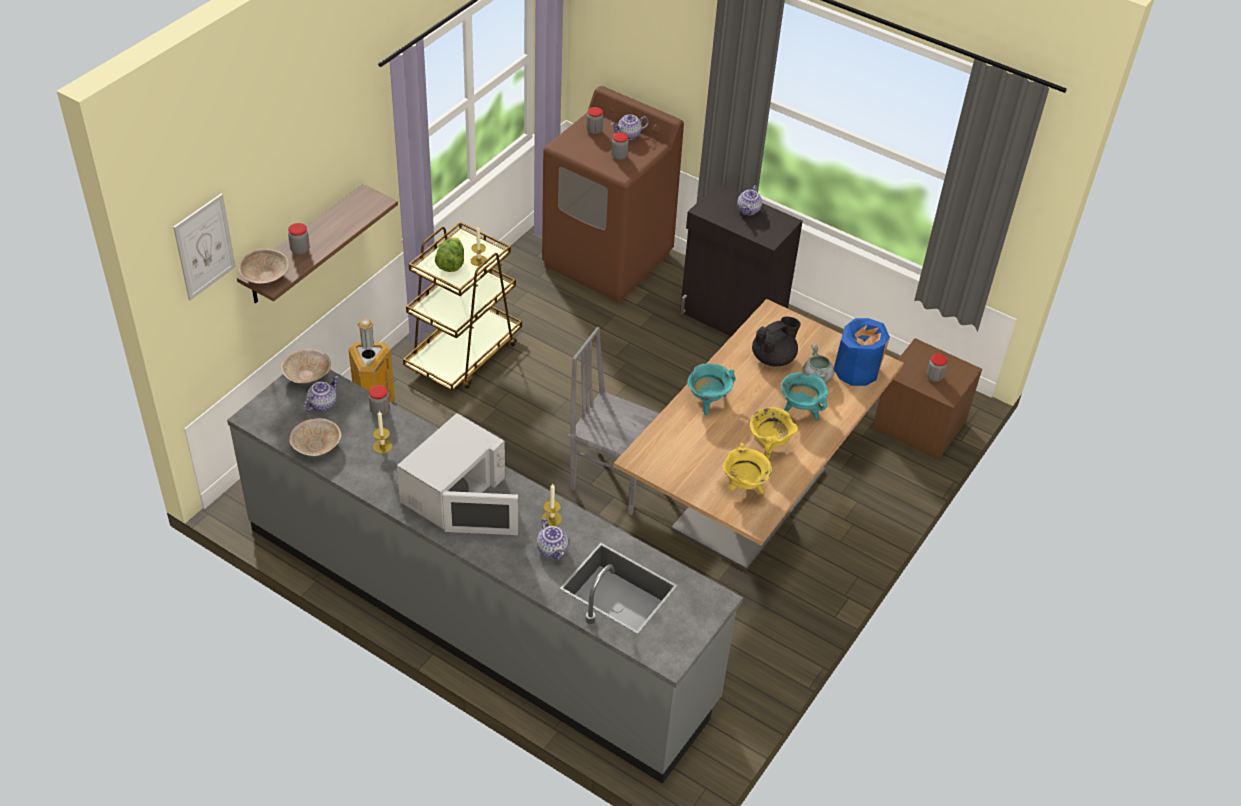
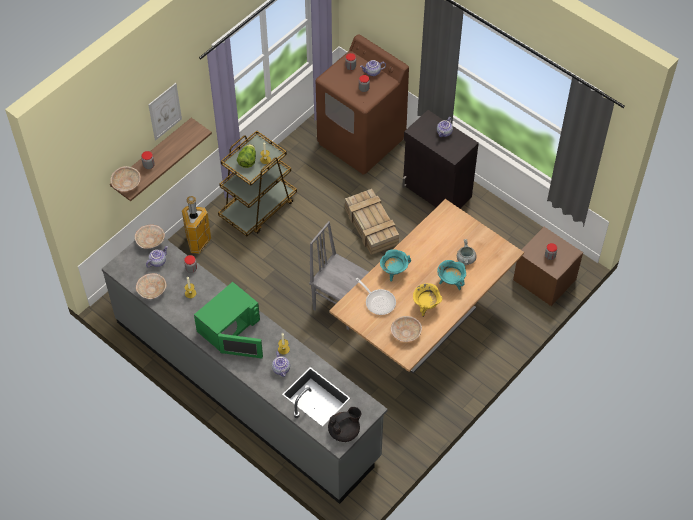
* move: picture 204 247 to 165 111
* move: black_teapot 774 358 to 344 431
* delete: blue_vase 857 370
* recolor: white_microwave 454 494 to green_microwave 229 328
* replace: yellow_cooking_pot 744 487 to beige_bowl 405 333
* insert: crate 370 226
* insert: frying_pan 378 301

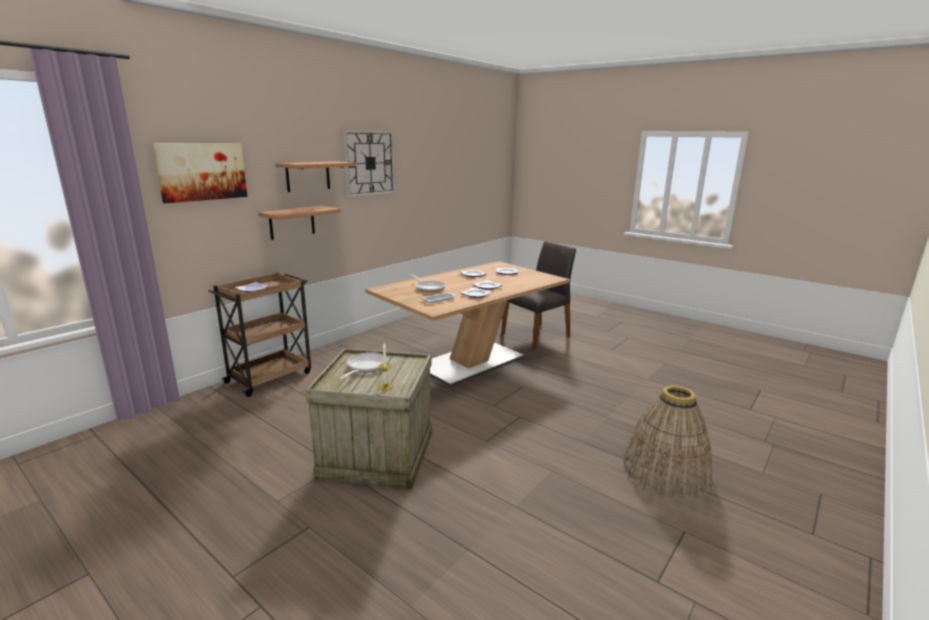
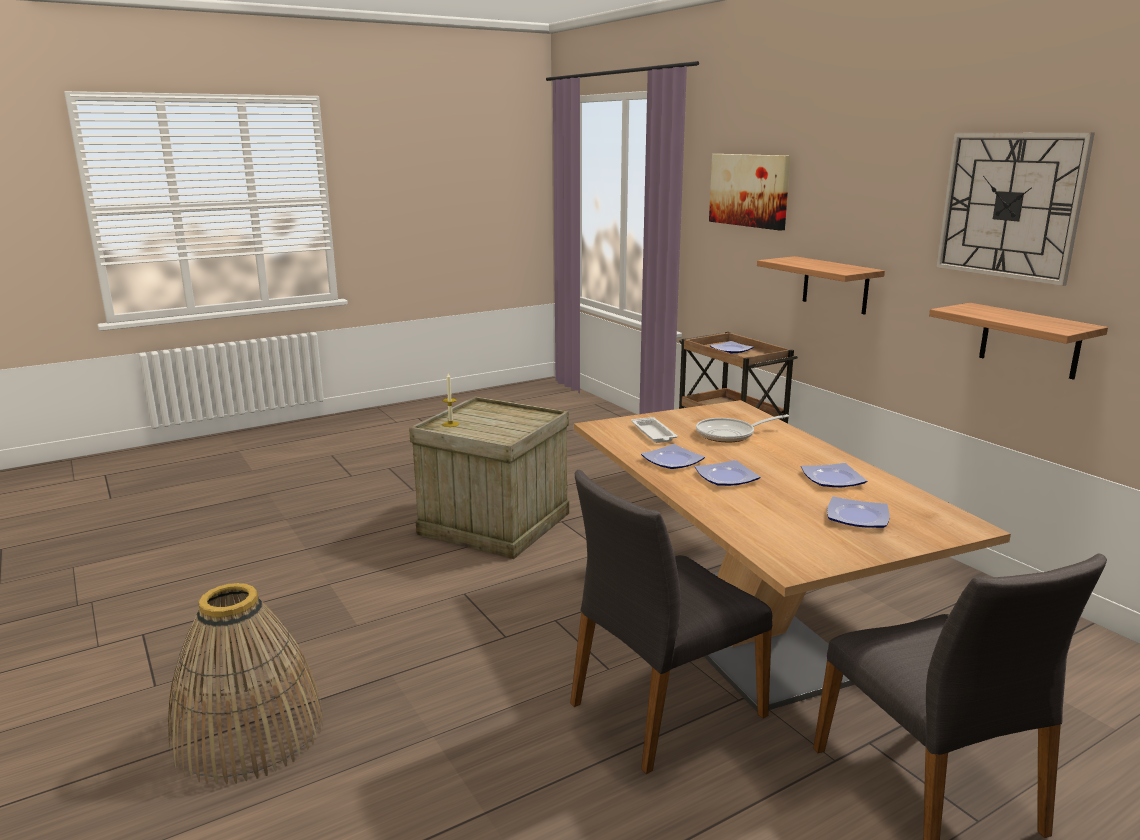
* move: shelf 308 176 to 1029 341
* delete: frying_pan 365 367
* insert: grey_chair 663 708

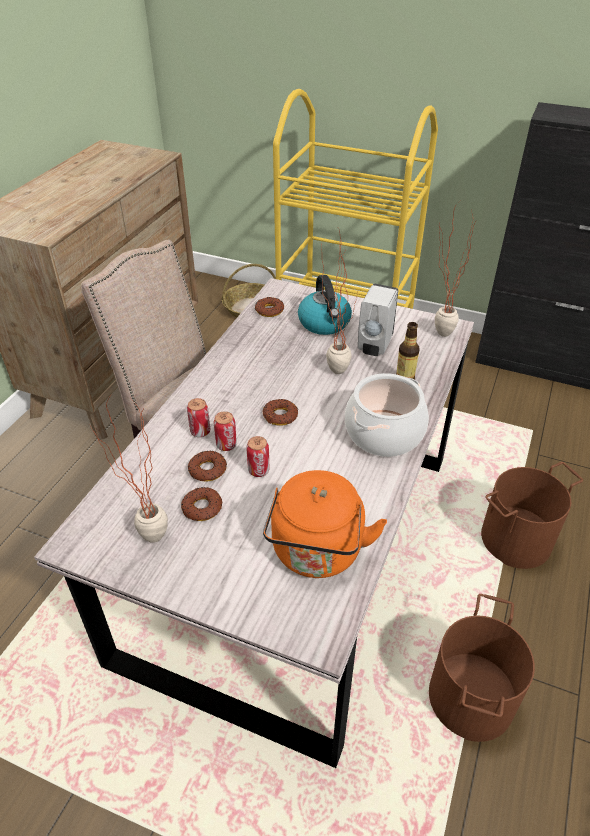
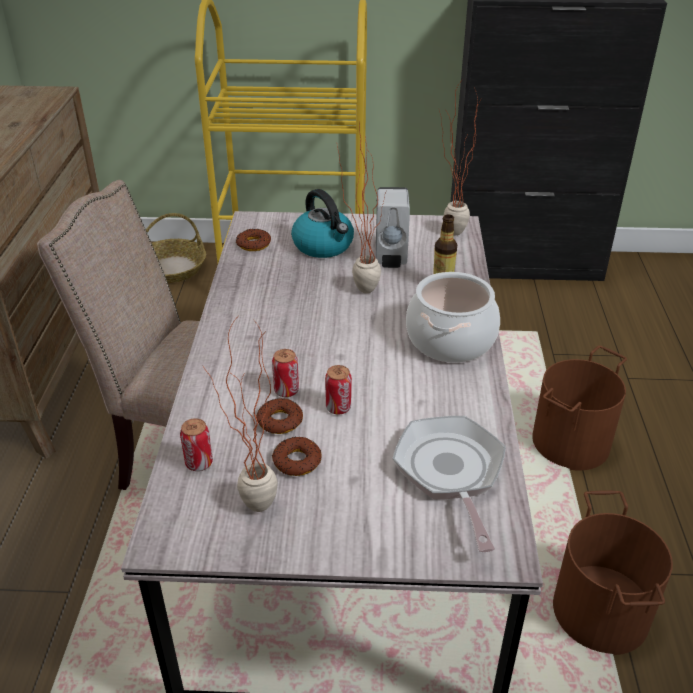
* move: can 200 431 to 199 463
* delete: donut 280 416
* replace: orange_kettle 317 554 to frying_pan 450 473

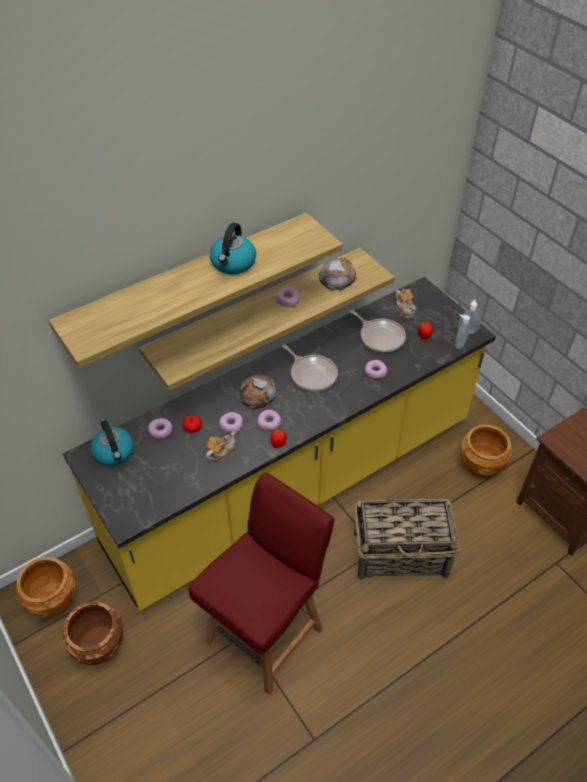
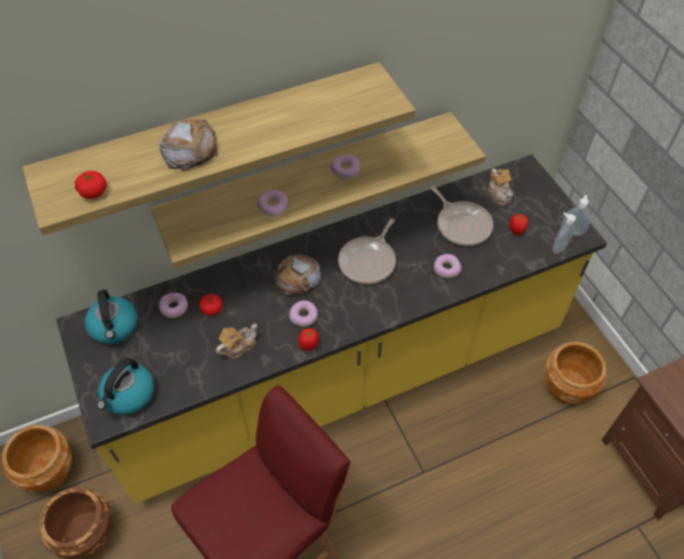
* move: kettle 233 263 to 128 395
* move: bread 337 277 to 190 149
* rotate: frying_pan 312 374 = 368 261 60 degrees clockwise
* move: donut 231 425 to 272 207
* delete: basket 401 554
* insert: tomato 93 192

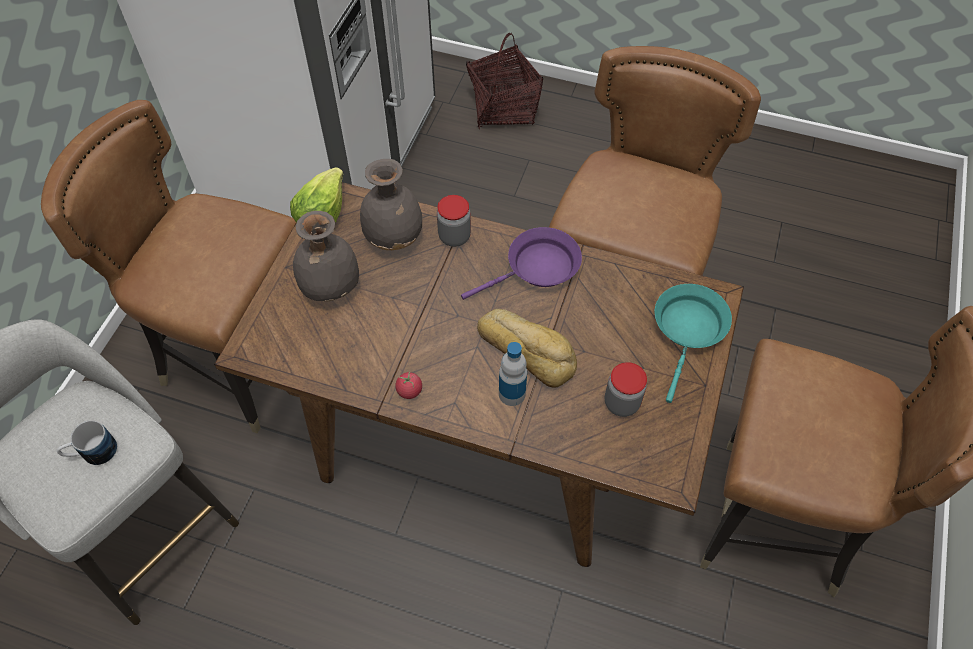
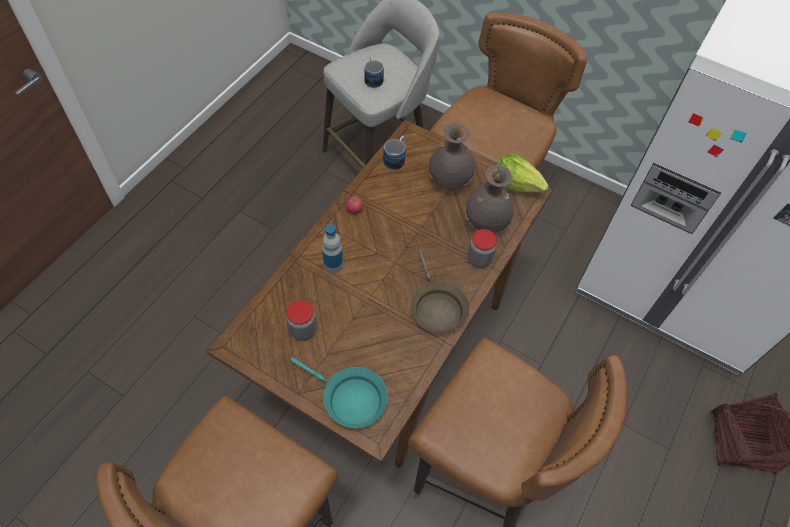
* recolor: purple_frying_pan 537 268 to brown_frying_pan 436 307
* delete: bread 527 349
* insert: mug 396 158

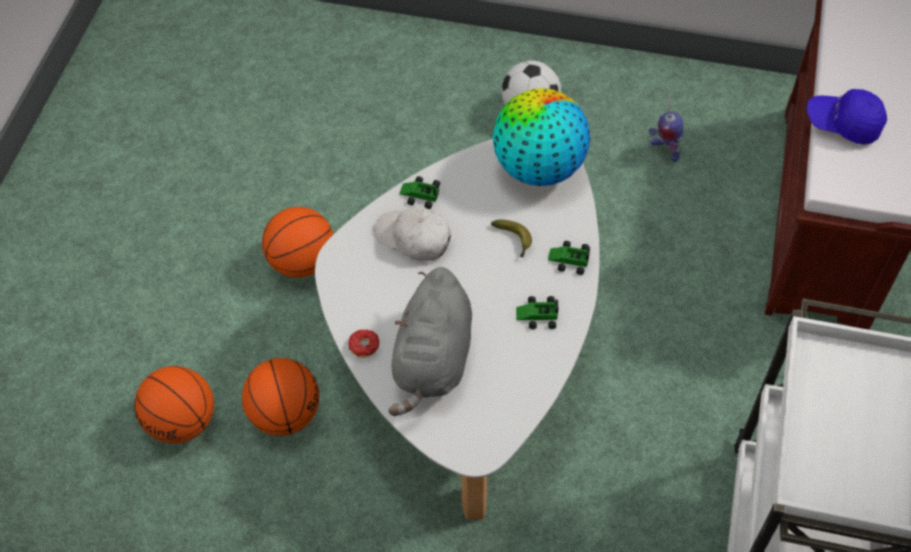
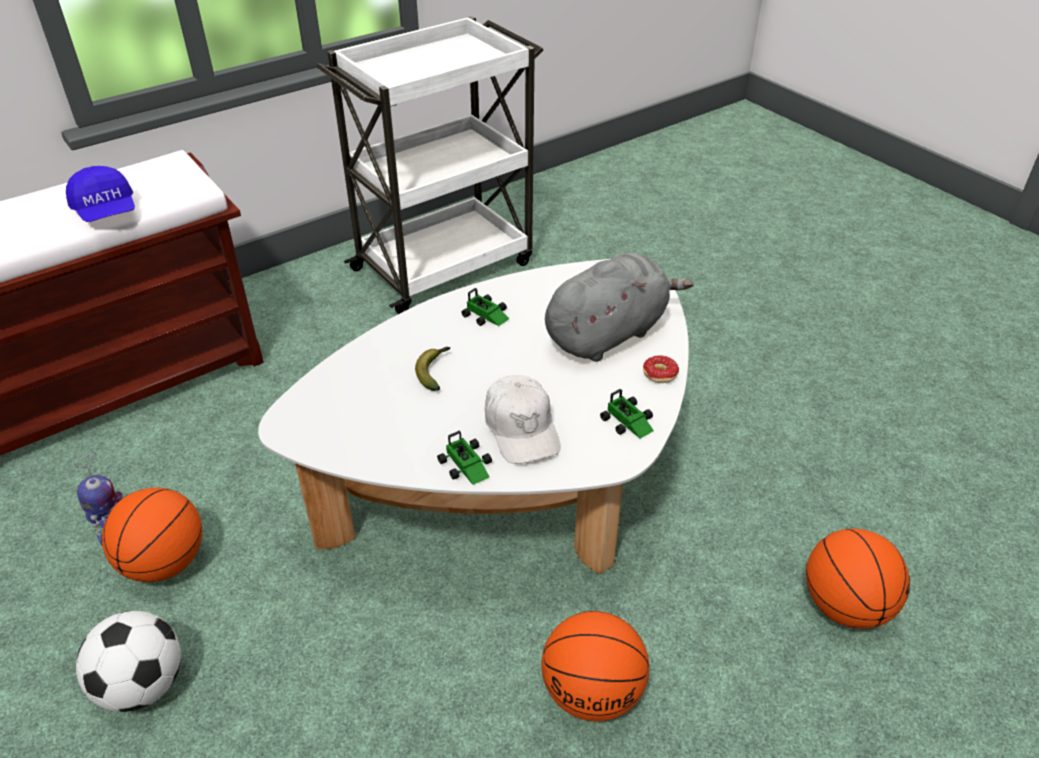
* delete: globe 538 168
* move: toy_car 568 258 to 630 422
* move: basketball 285 413 to 164 563

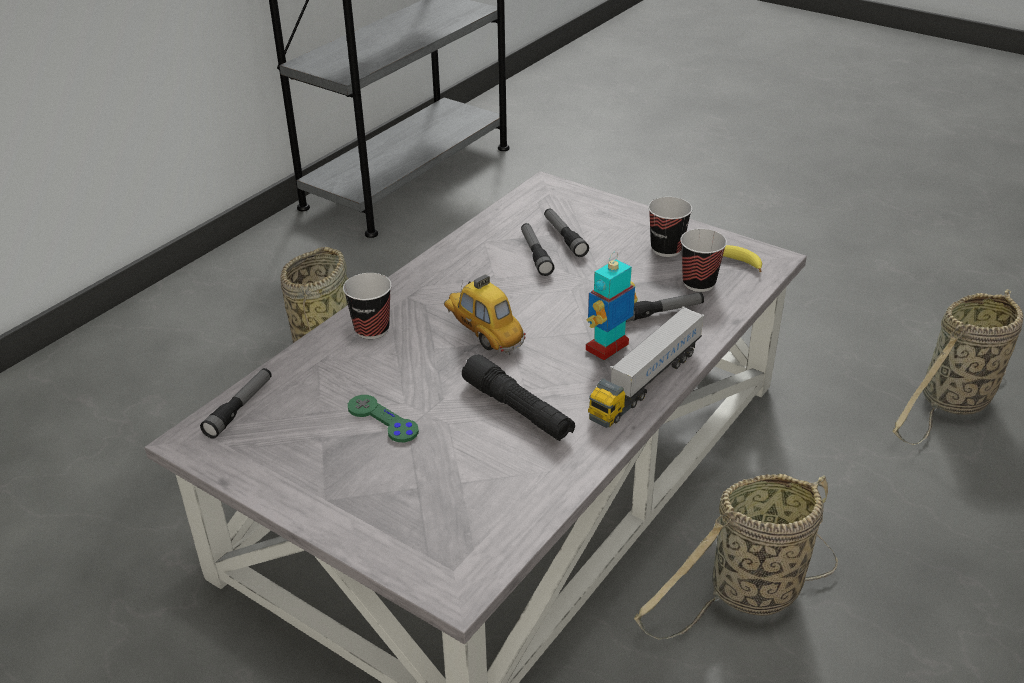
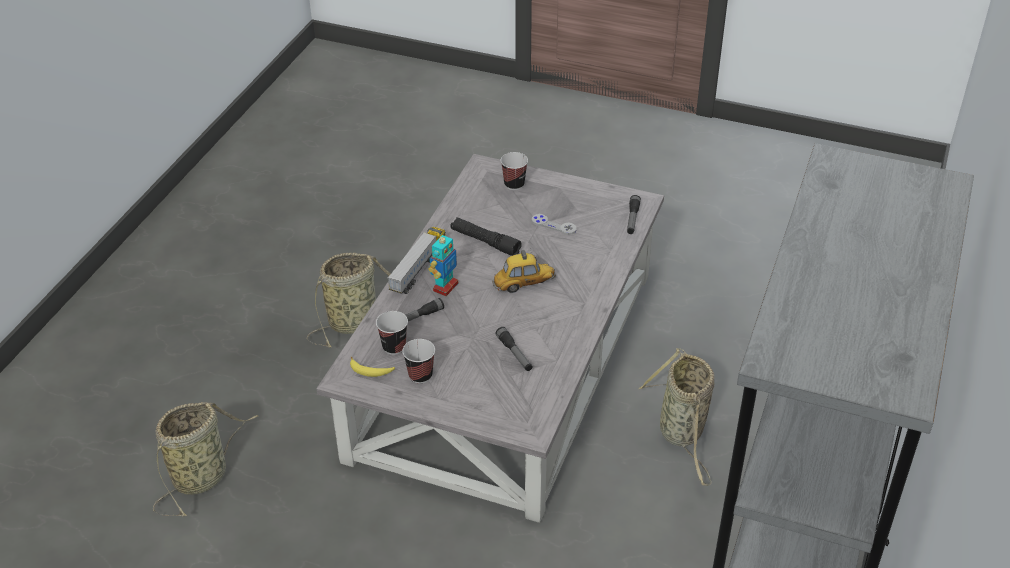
* delete: flashlight 564 237
* move: cup 372 329 to 514 184
* rotate: toy_car 483 333 = 524 284 45 degrees counterclockwise
* recolor: green_game_controller 382 420 to grey_game_controller 554 225

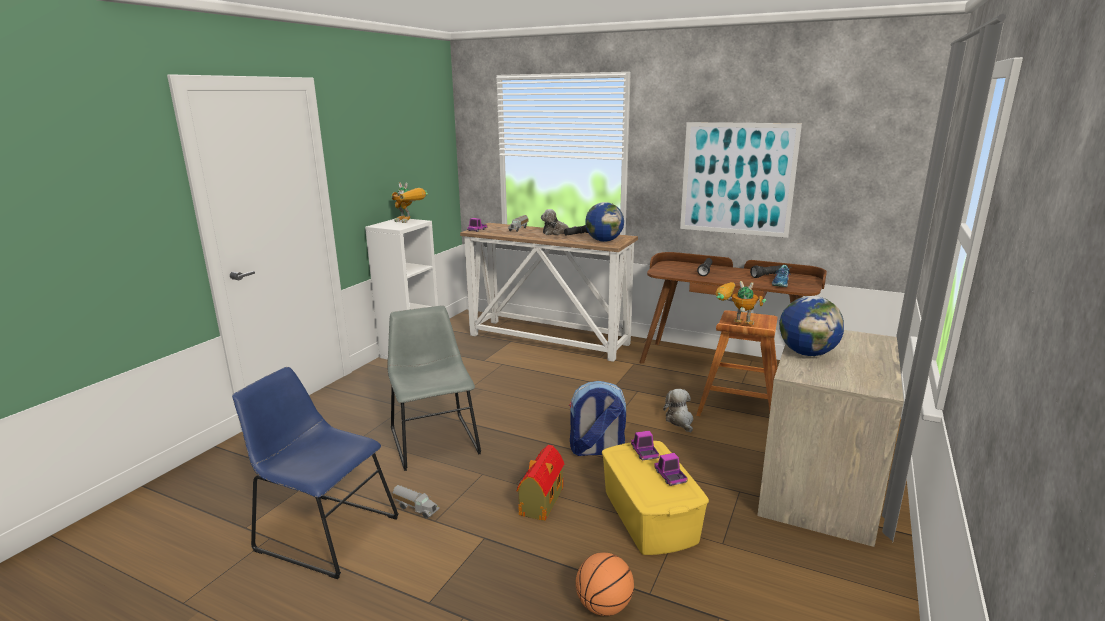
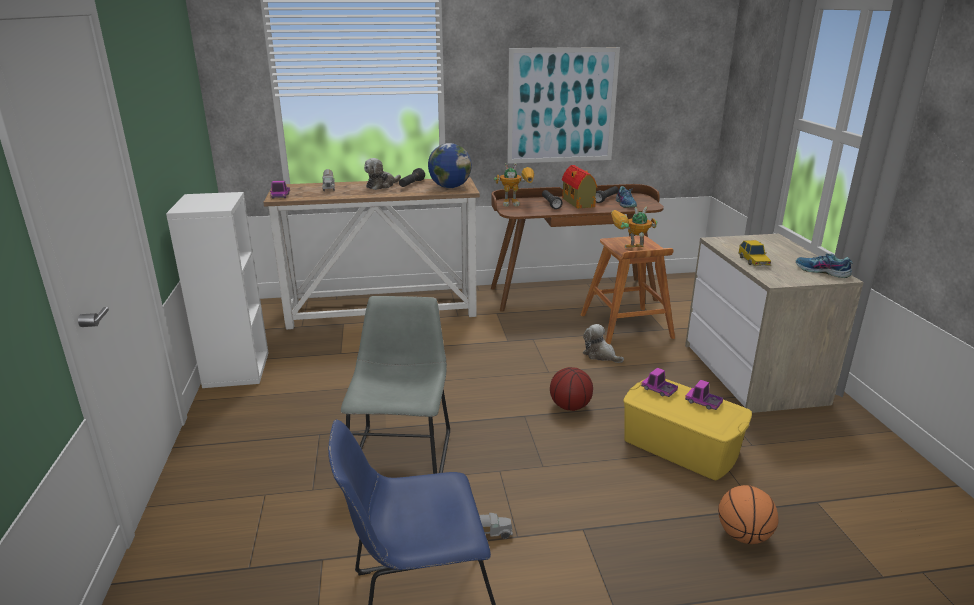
* move: toy_robot 410 221 to 517 203
* replace: globe 807 353 to toy_car 753 261
* rotate: grey_chair 433 439 = 401 456 60 degrees clockwise
* replace: backpack 596 450 to basketball 570 407
* move: toy_house 541 502 to 578 203
* insert: shoe 822 271

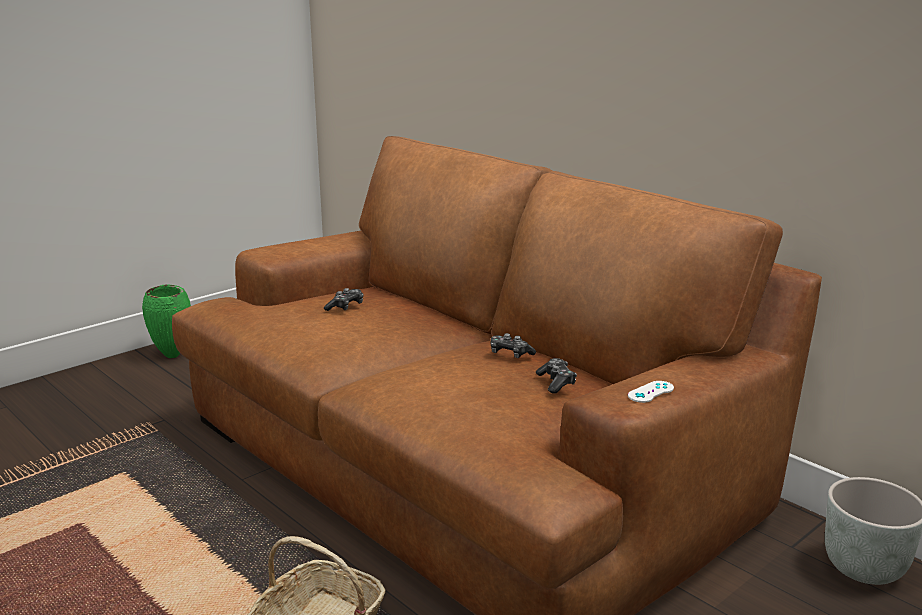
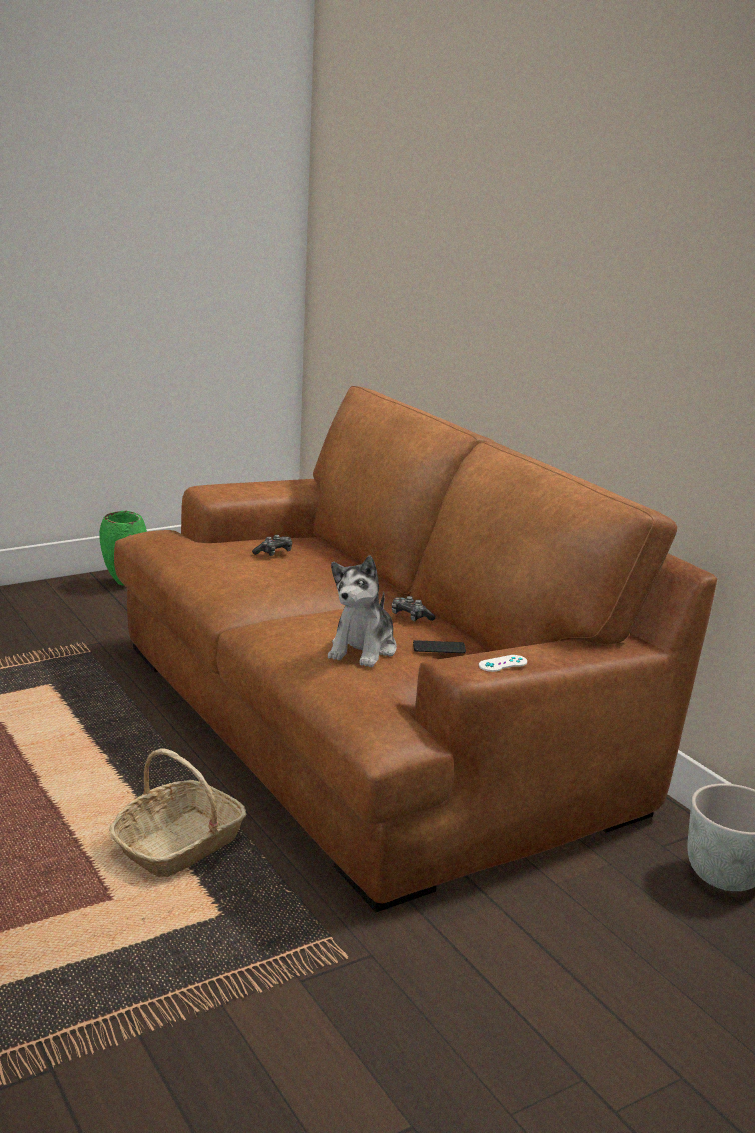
* replace: game_controller 556 382 to phone 439 648
* insert: plush_toy 363 649

